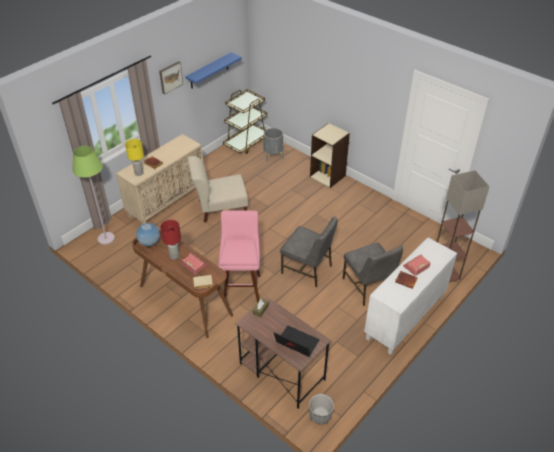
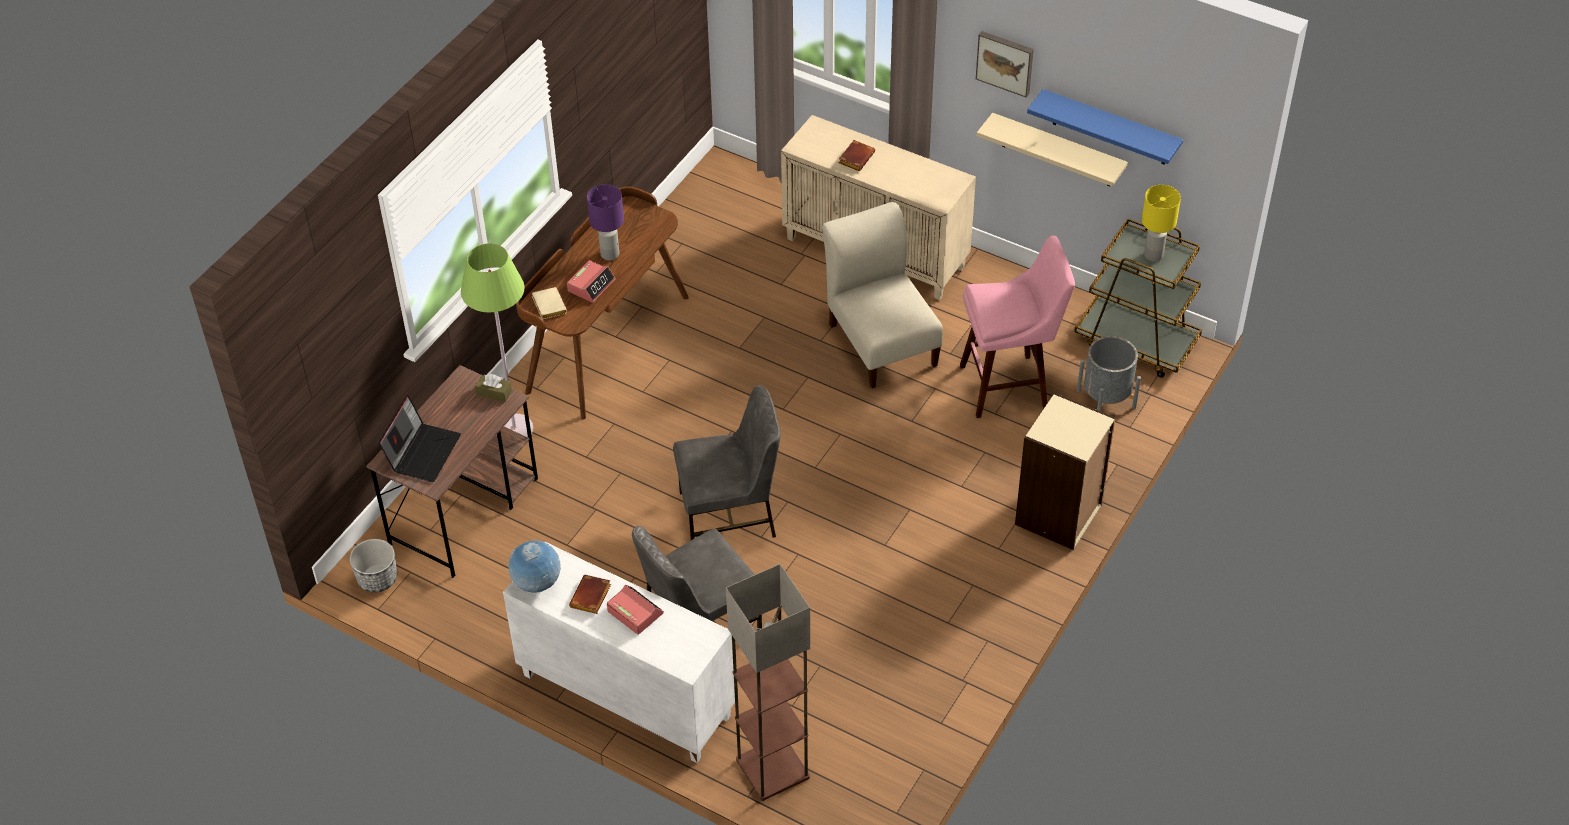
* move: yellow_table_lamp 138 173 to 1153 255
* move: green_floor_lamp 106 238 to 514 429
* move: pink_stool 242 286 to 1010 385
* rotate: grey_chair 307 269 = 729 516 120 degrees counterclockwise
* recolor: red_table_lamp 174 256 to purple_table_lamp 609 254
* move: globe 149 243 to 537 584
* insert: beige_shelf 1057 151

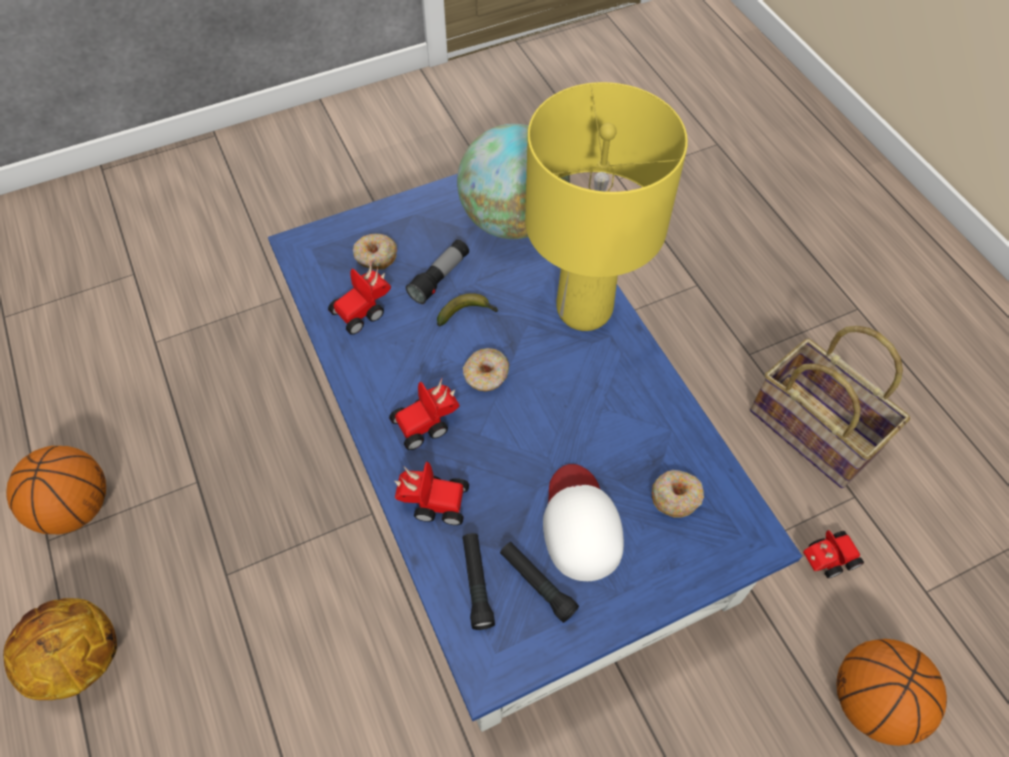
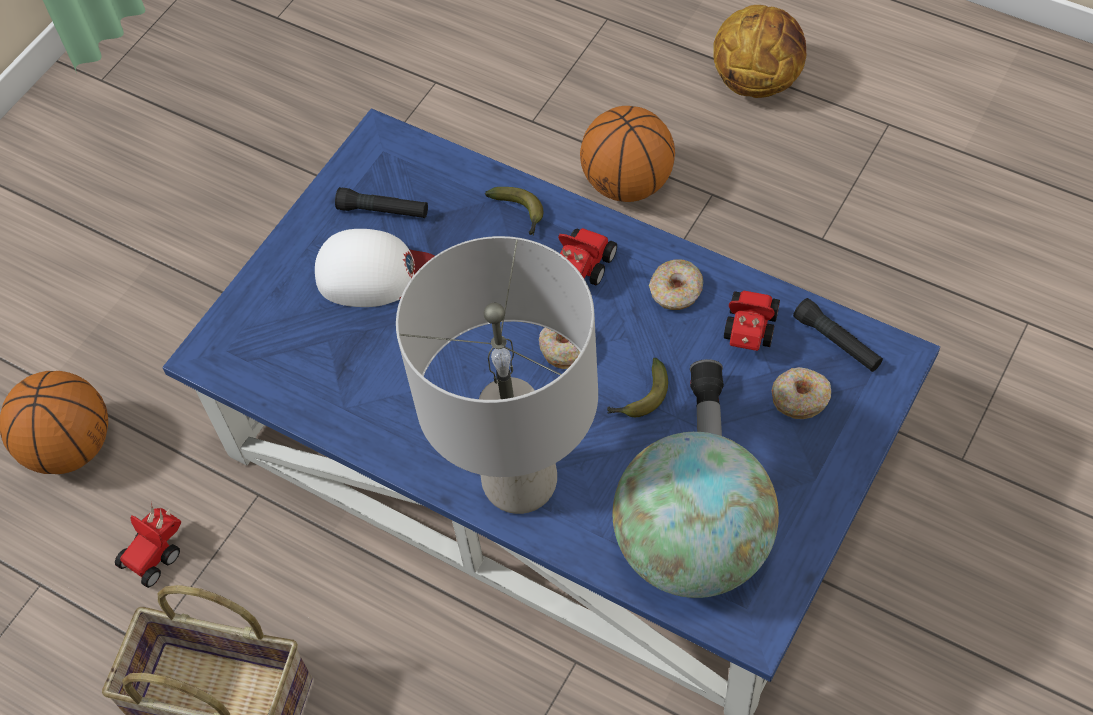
* recolor: yellow_table_lamp 584 309 to grey_table_lamp 519 484
* move: basketball 76 507 to 628 184
* replace: toy_car 432 502 to banana 519 214
* rotate: white_cap 580 524 = 377 274 45 degrees counterclockwise
* move: donut 675 497 to 676 291
* move: black_flashlight 477 583 to 837 342

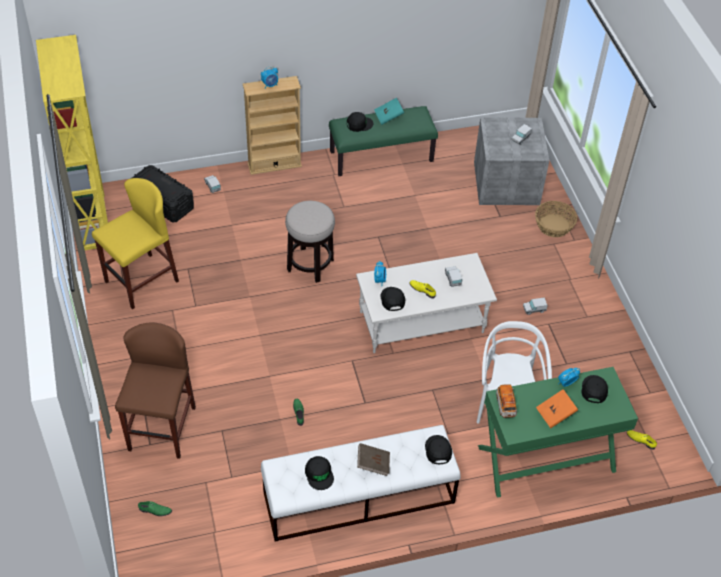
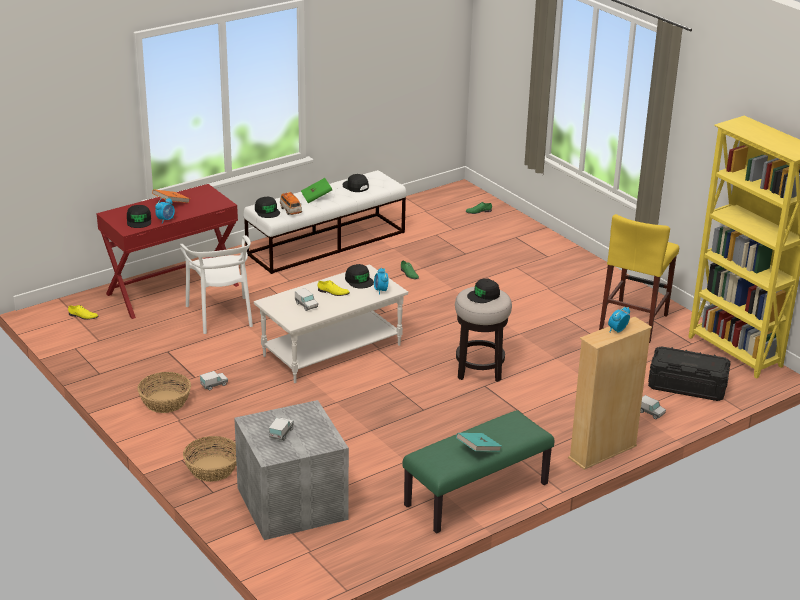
* move: black_cap 359 124 to 484 295
* delete: brown_stool 162 429
* recolor: green_desk 546 459 to red_desk 172 289
* move: toy_car 505 405 to 290 210
* recolor: brown_book 373 464 to green_book 316 197
* insert: basket 165 402

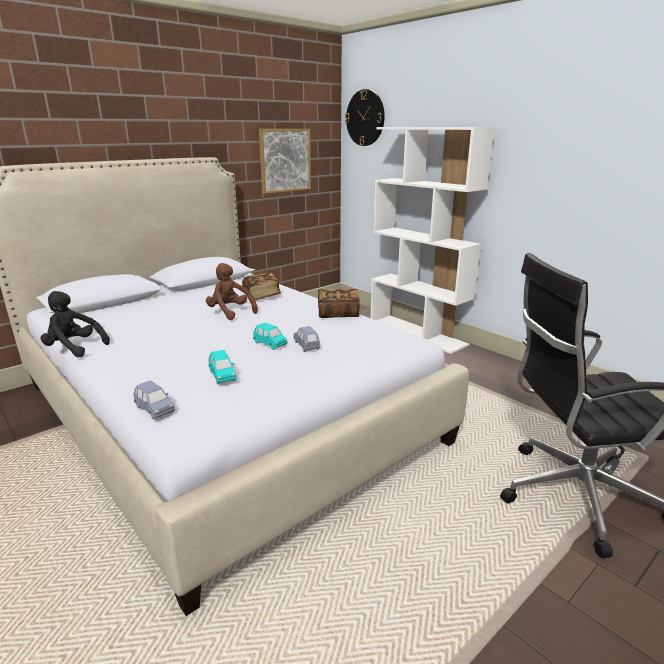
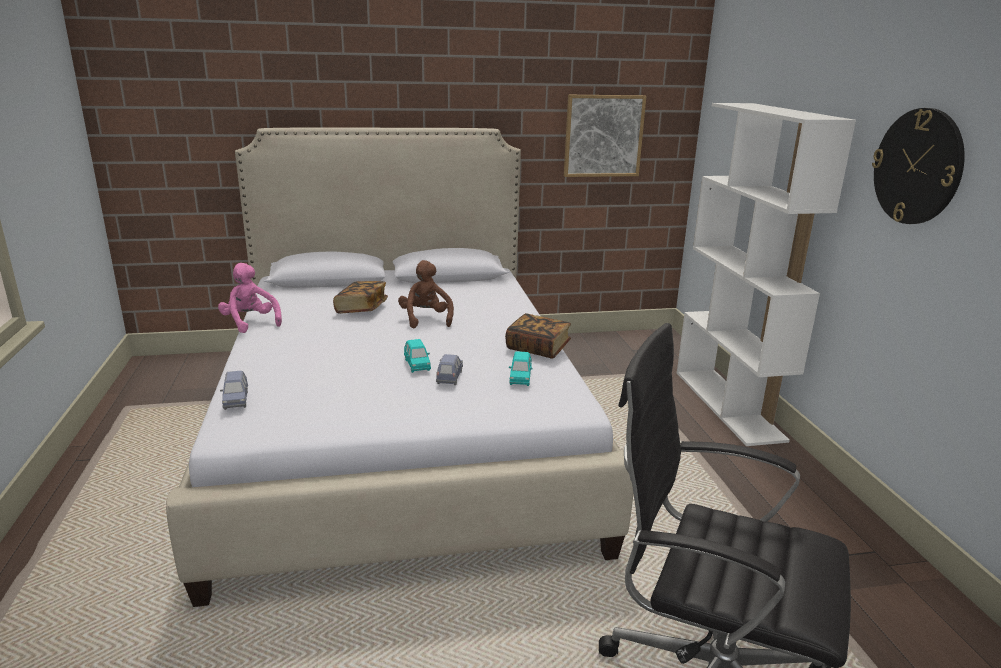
* move: wall_clock 365 118 to 917 167
* move: book 261 295 to 361 309
* recolor: black_plush_toy 74 348 to pink_plush_toy 250 323
* move: turquoise_toy_car 222 376 to 520 378

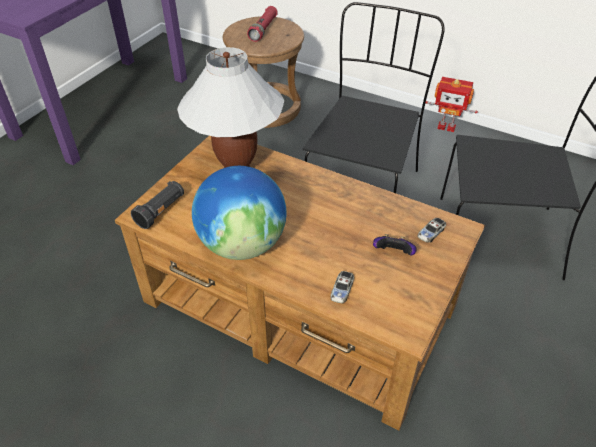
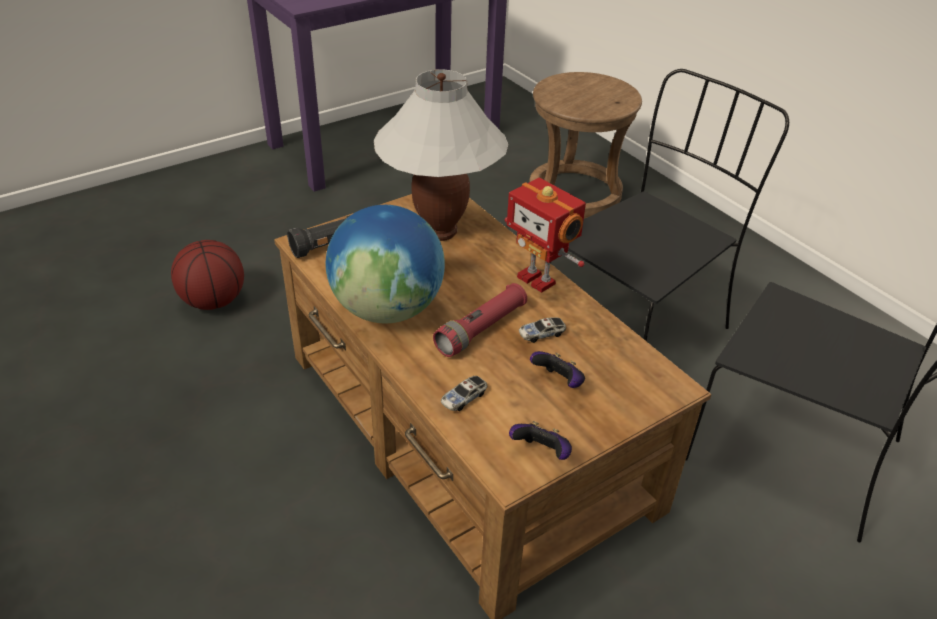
* move: red_flashlight 263 30 to 481 329
* move: toy_robot 446 126 to 538 279
* move: toy_car 431 233 to 541 334
* insert: basketball 214 301
* insert: game_controller 541 453

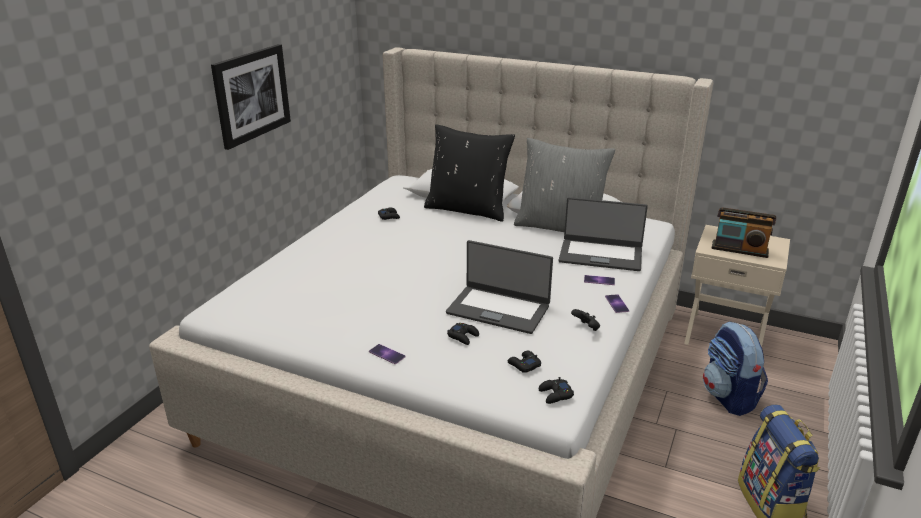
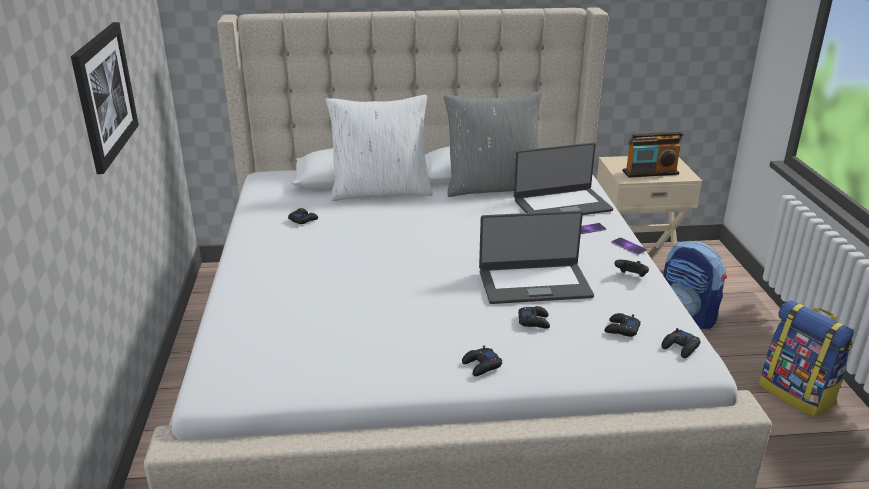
* recolor: black_pillow 468 209 to white_pillow 381 191
* replace: phone 387 354 to black_game_controller 481 366

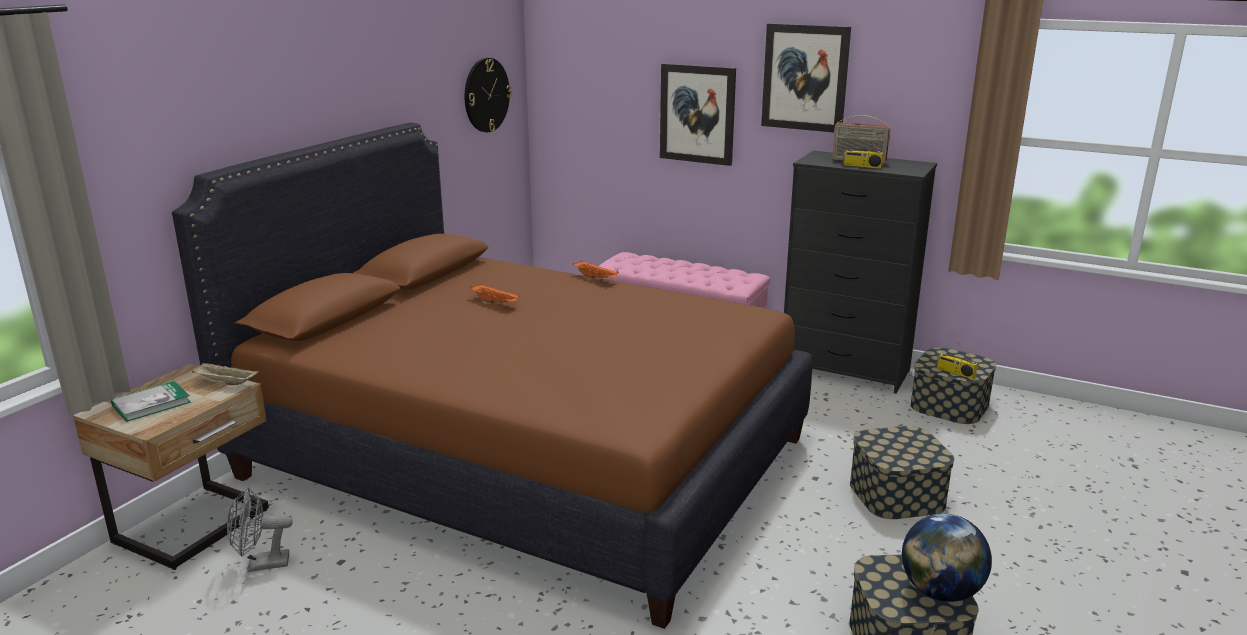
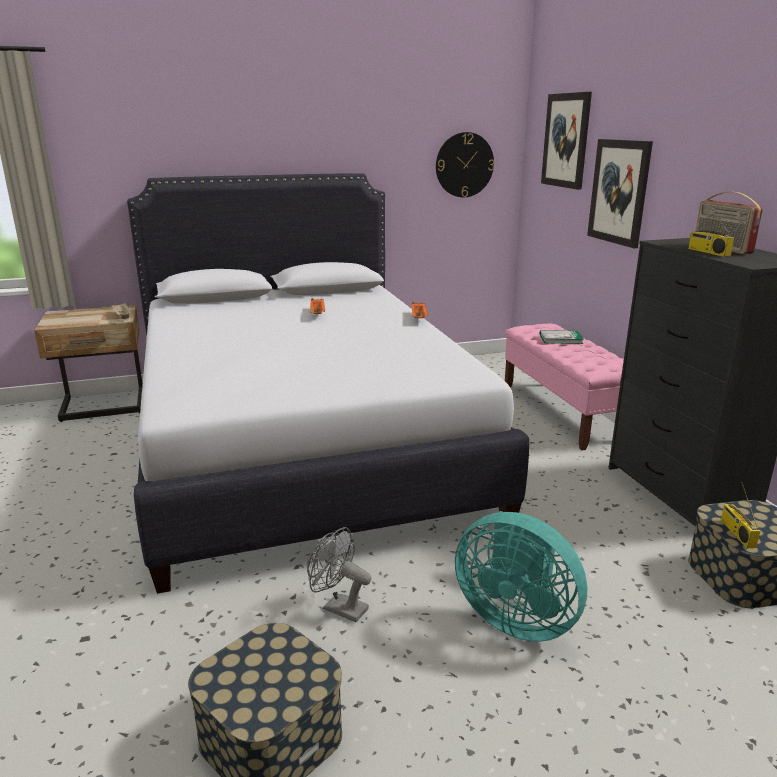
* move: picture 805 77 to 566 140
* recolor: brown_bed 524 458 to white_bed 301 445
* move: book 151 404 to 561 339
* replace: storage_box 897 494 to turquoise_fan 516 618
* move: grey_fan 261 565 to 339 607
* delete: globe 940 592

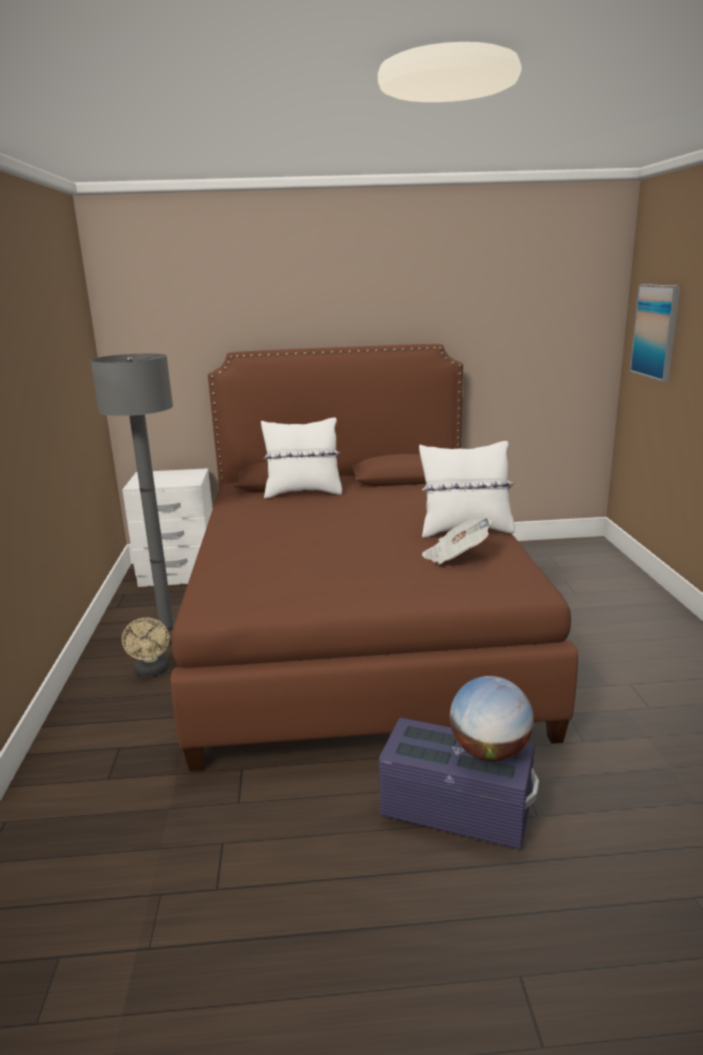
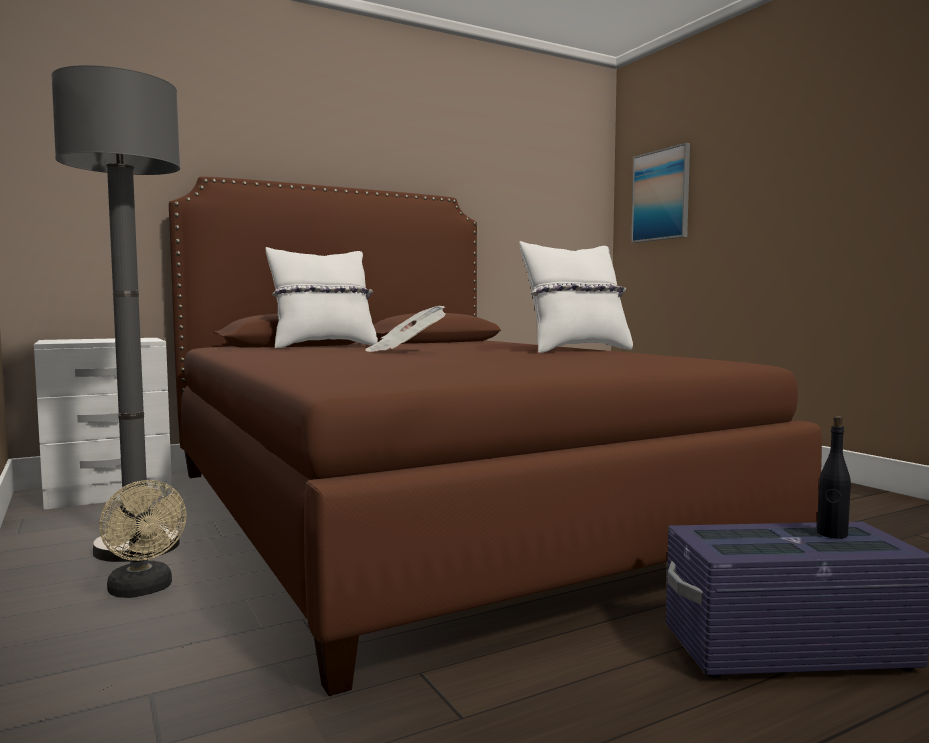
* move: newspaper 455 557 to 406 350
* replace: globe 490 752 to black_bottle 832 534

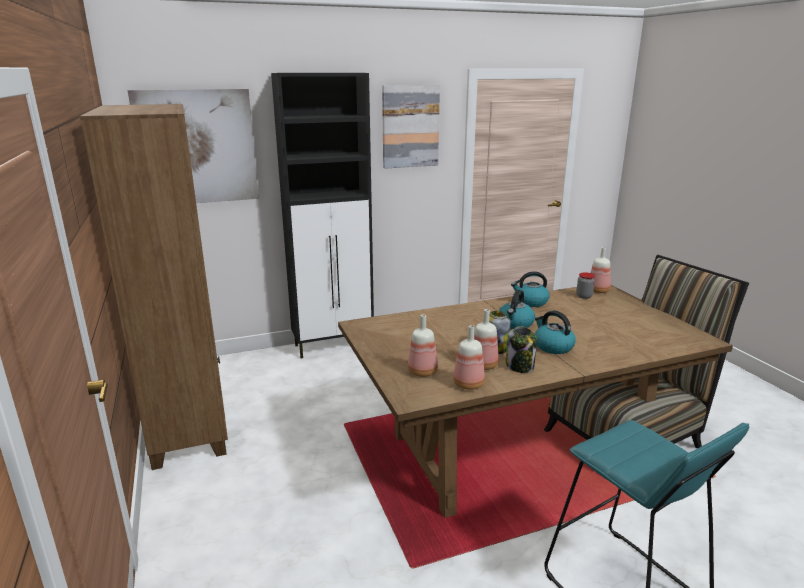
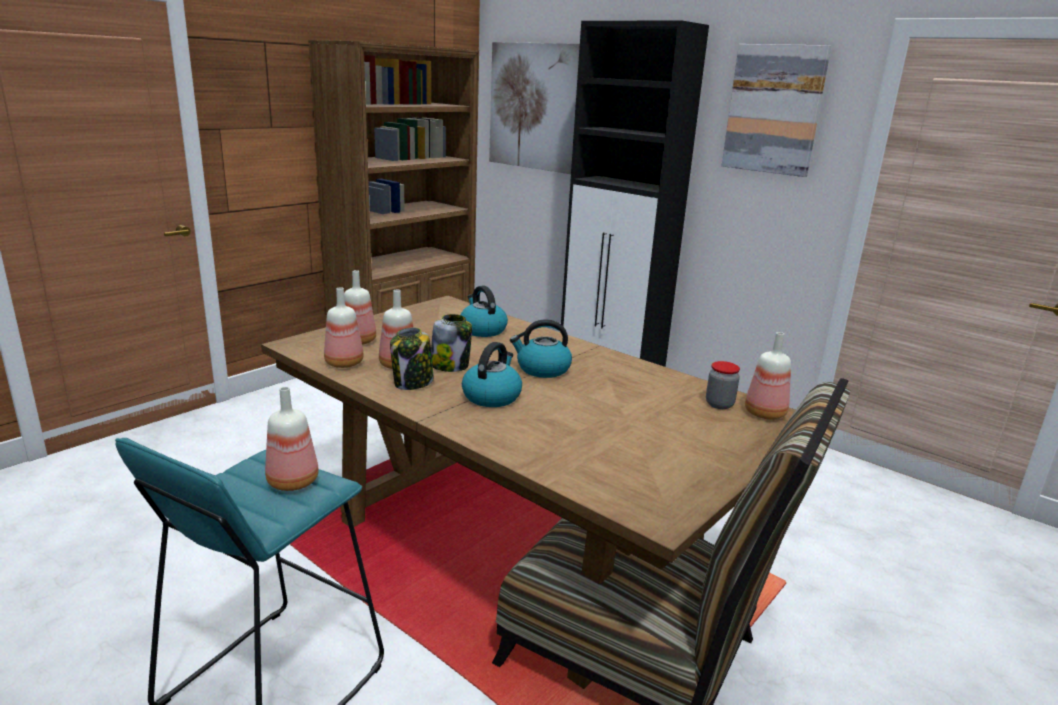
* move: kettle 530 302 to 482 330
* insert: bottle 293 481

